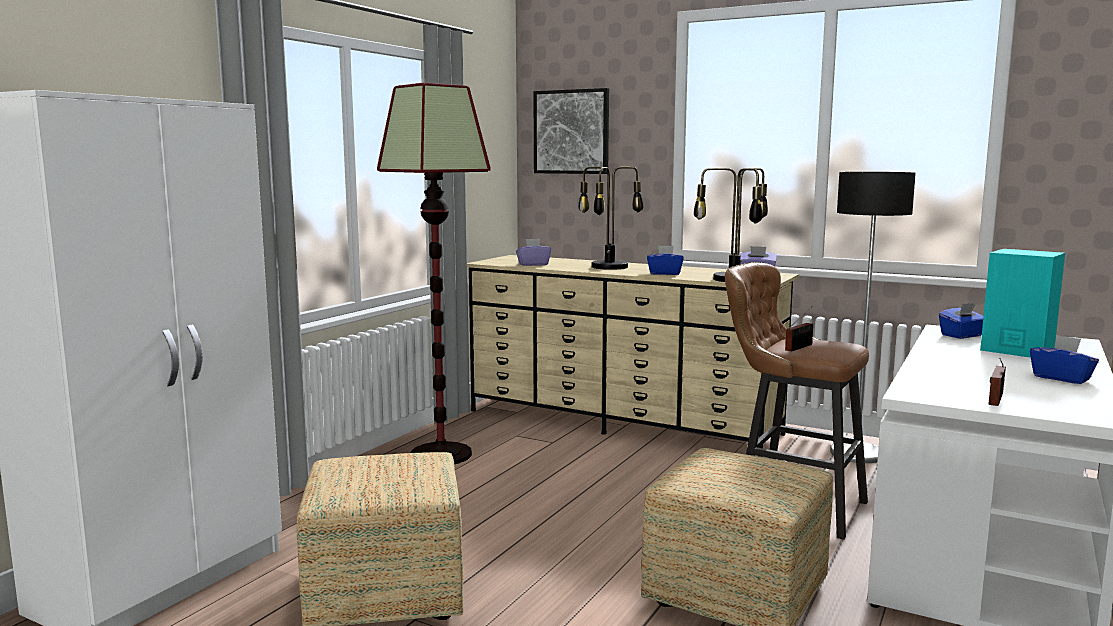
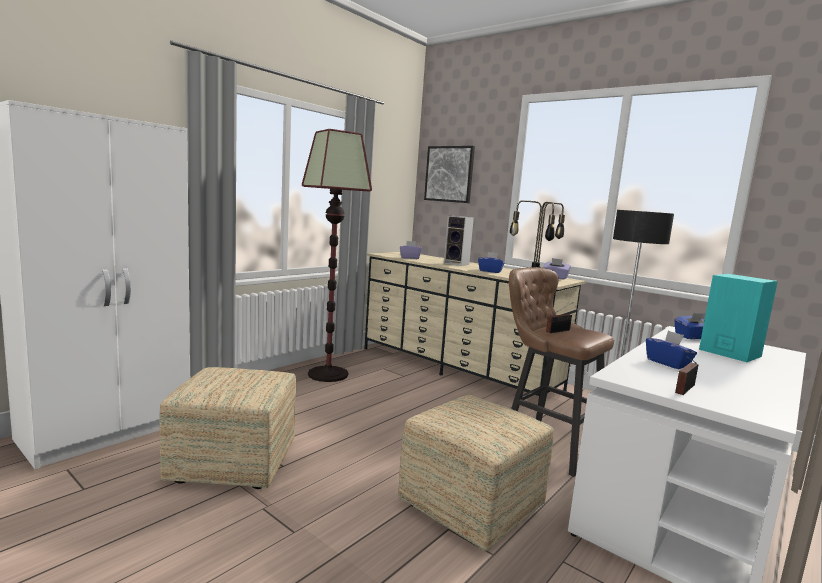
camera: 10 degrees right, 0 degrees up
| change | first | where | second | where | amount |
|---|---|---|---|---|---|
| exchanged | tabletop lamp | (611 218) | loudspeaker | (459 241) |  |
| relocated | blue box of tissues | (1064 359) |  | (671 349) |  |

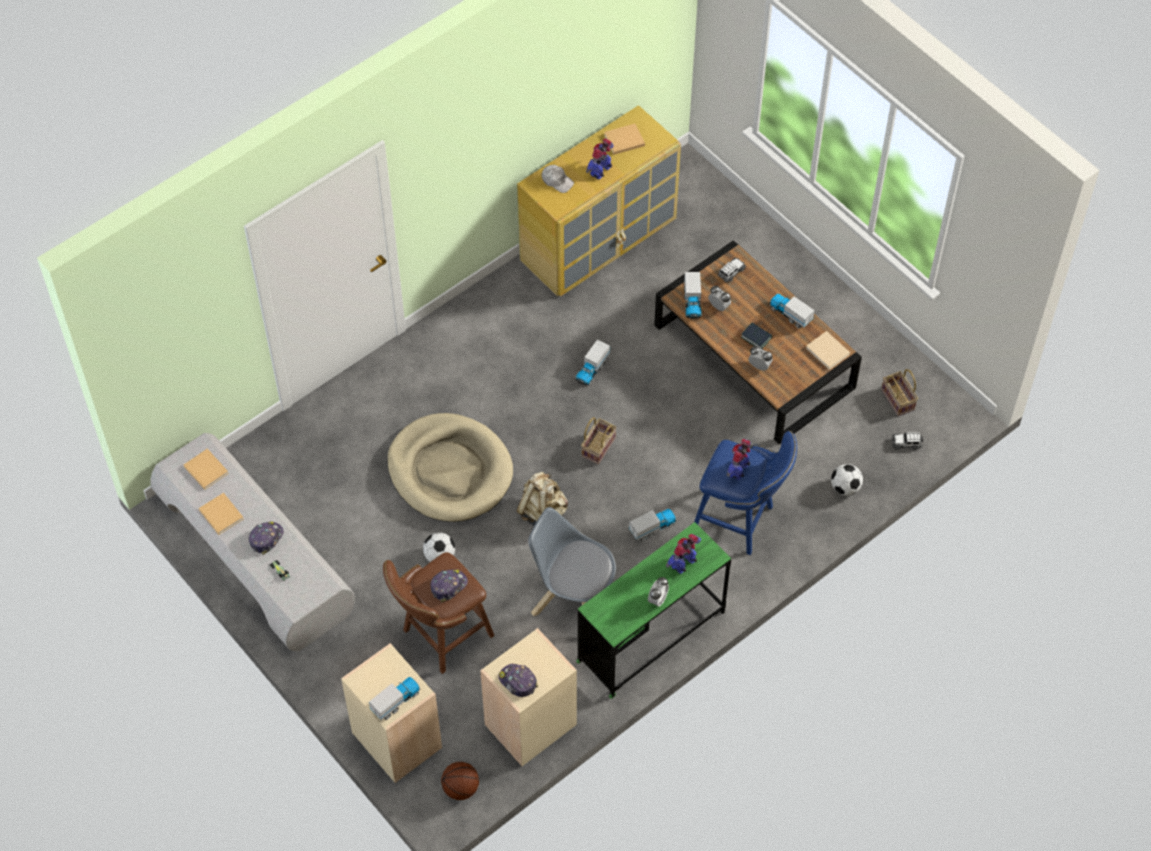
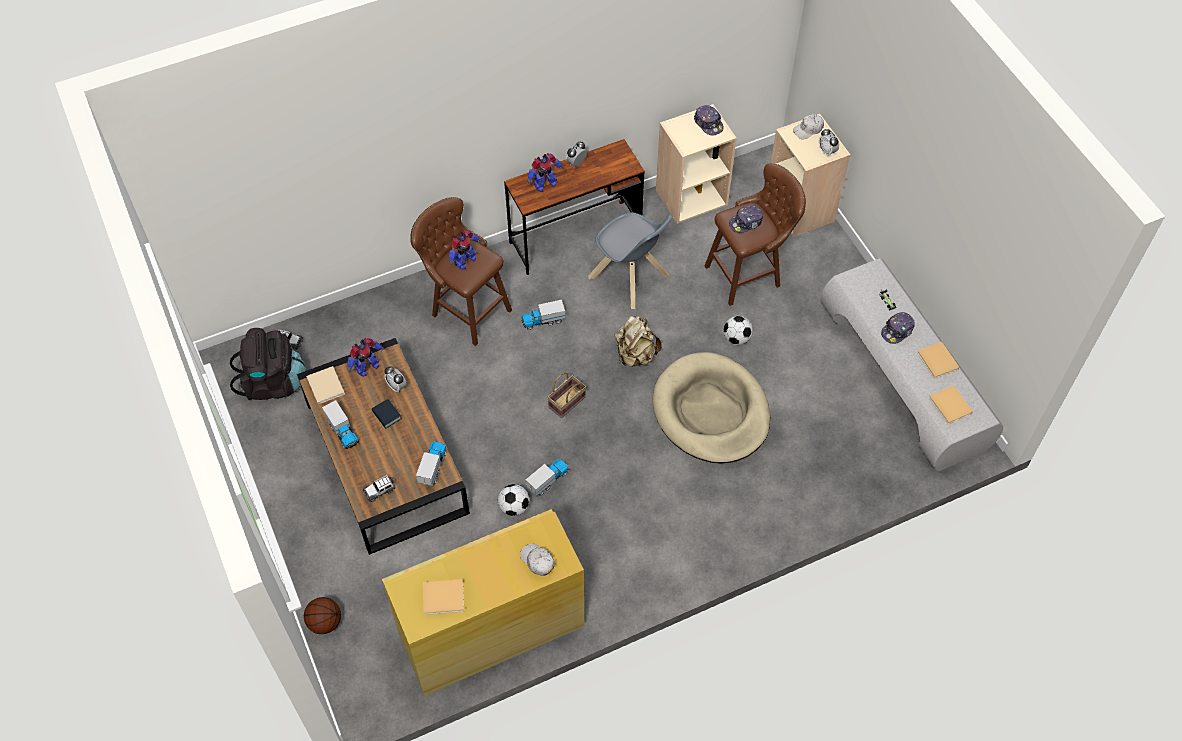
camera: 165 degrees left, 0 degrees up
| change | first | where | second | where | amount |
|---|---|---|---|---|---|
| exchanged | storage basket | (899 392) | black-coloured knapsack | (268 364) |  |
| relocated | ball for basketball | (460 781) |  | (322 615) |  |
| relocated | toy robot | (600 158) |  | (365 357) |  |
| colour | blue stool | (745 493) | brown-coloured stool | (461 271) |  |
| relocated | ball for football | (847 480) |  | (513 500) |  |
| colour | greenish desk table | (653 610) | brown-coloured desk table | (574 207) |  |
| exchanged | toy truck | (394 698) | white-coloured peaked cap | (808 127) |  |
| relocated | alarm clock | (719 298) |  | (828 143) |  |

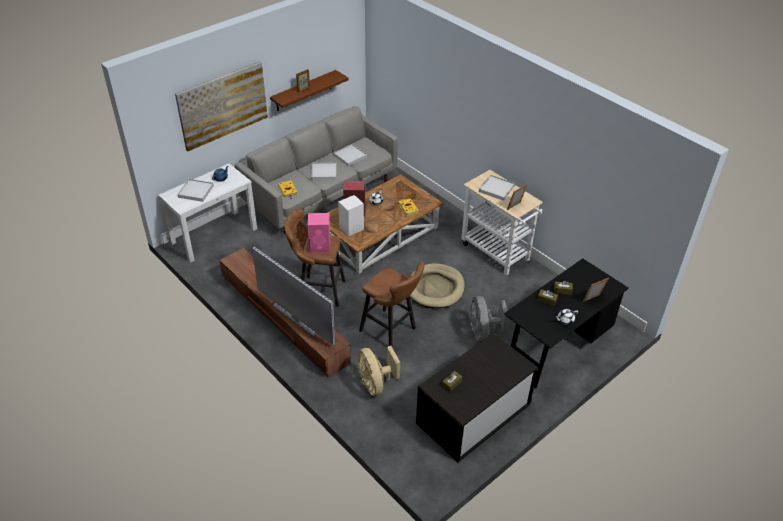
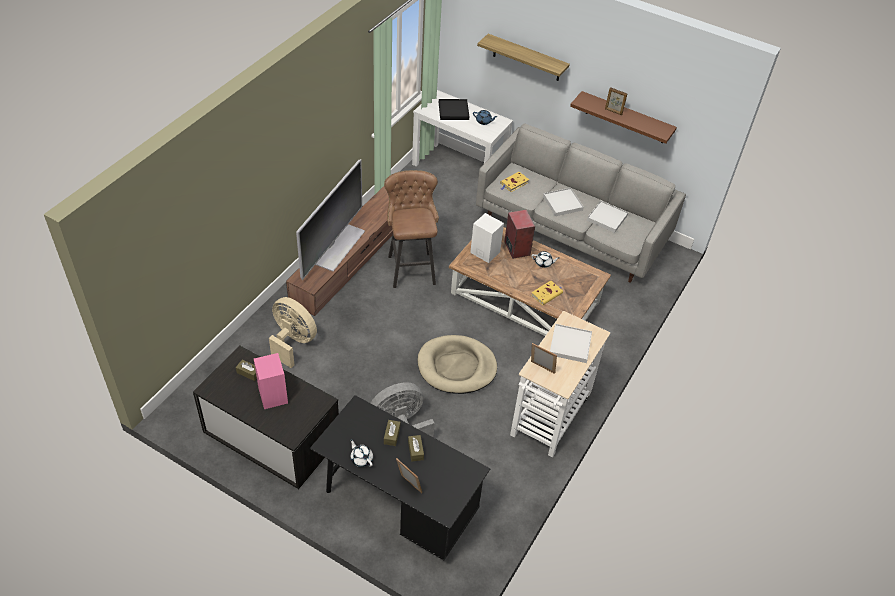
camera: 70 degrees right, 5 degrees up
| change | first | where | second | where | amount |
|---|---|---|---|---|---|
| relocated | pinkish loudspeaker | (319 233) |  | (271 381) |  |
| spun | sand-coloured electric fan | (379 371) |  | (293 332) | 75 degrees clockwise |
| colour | white-coloured carrying tray | (195 190) | black-coloured carrying tray | (454 109) |  |
| exchanged | wall art | (221 106) | wall shelf | (523 57) |  |
| missing | brown-coloured stool | (391 304) |  |  |  |

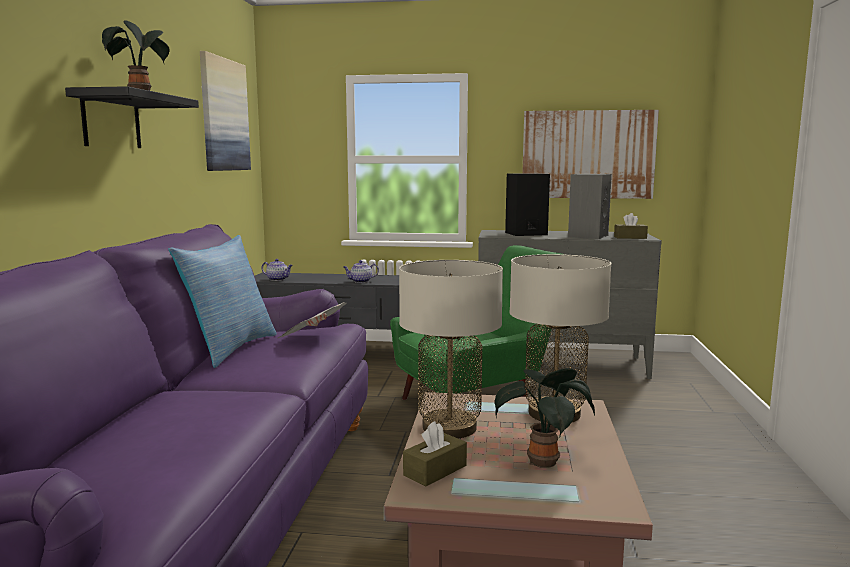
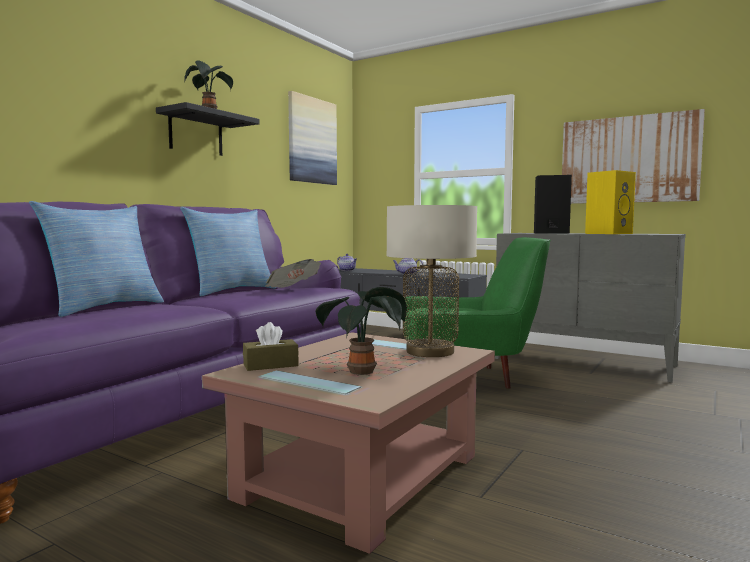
camera: 25 degrees right, 5 degrees down
| change | first | where | second | where | amount |
|---|---|---|---|---|---|
| appeared |  |  | pillow | (96 259) |  |
| colour | grey loudspeaker | (590 206) | yellow-coloured loudspeaker | (610 202) |  |
| missing | tabletop lamp | (451 349) |  |  |  |
| missing | brown-coloured box of tissues | (631 226) |  |  |  |

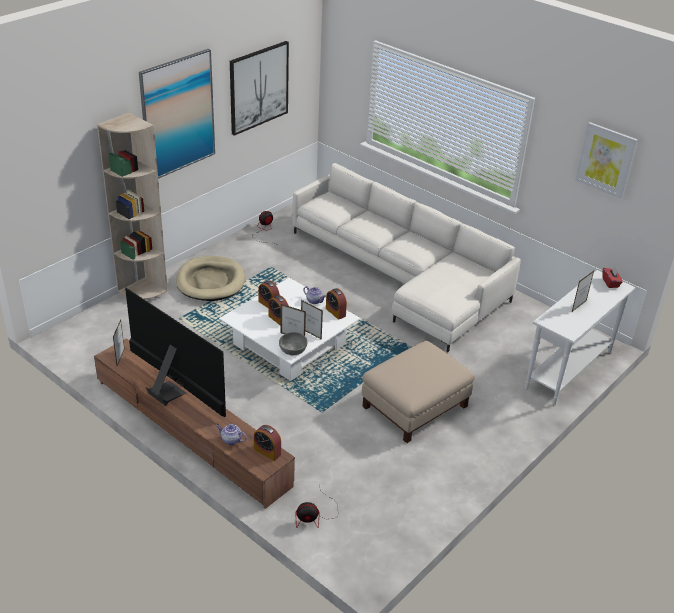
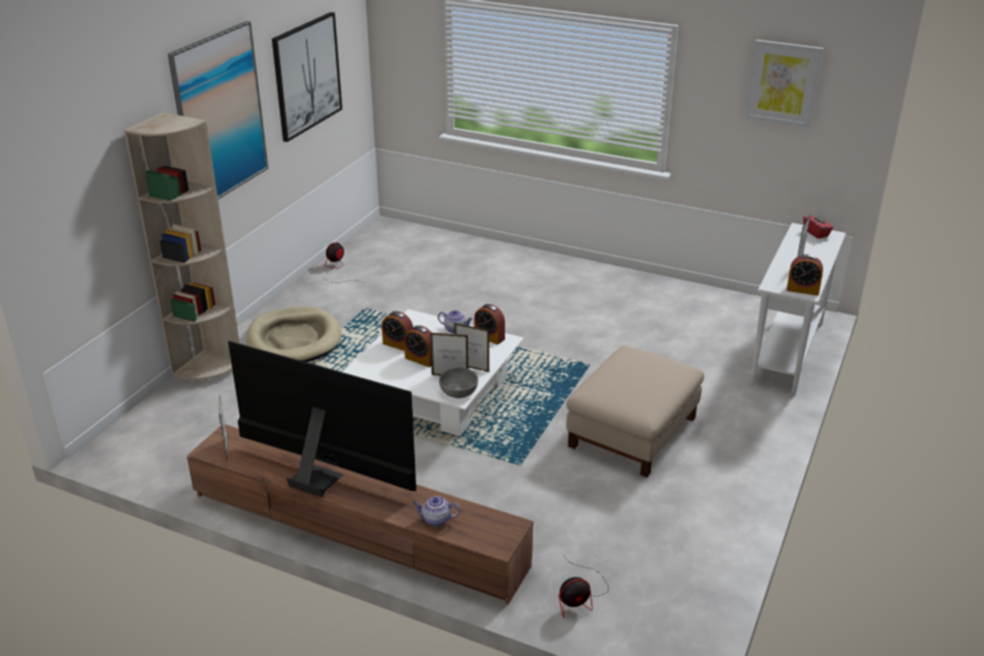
camera: 15 degrees left, 5 degrees down
| change | first | where | second | where | amount |
|---|---|---|---|---|---|
| relocated | alarm clock | (267 443) |  | (804 275) |  |
| missing | white-coloured couch | (406 257) |  |  |  |

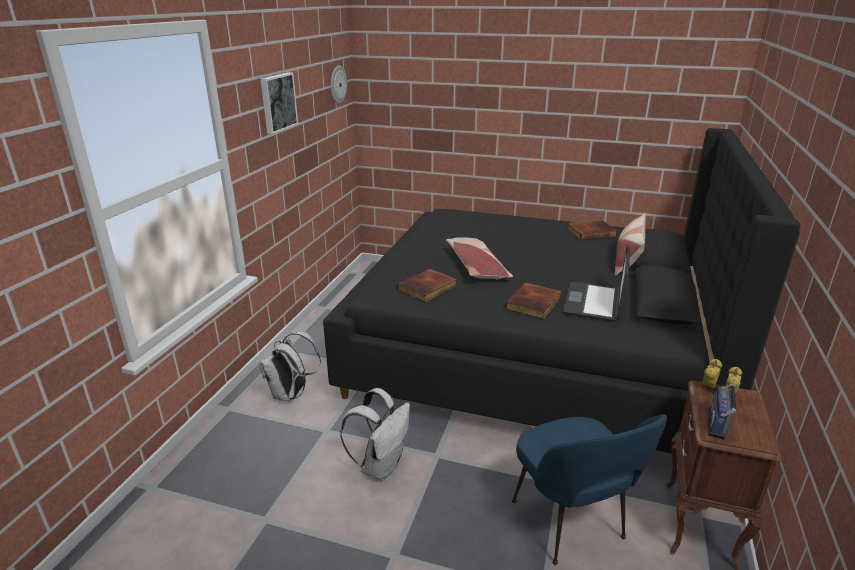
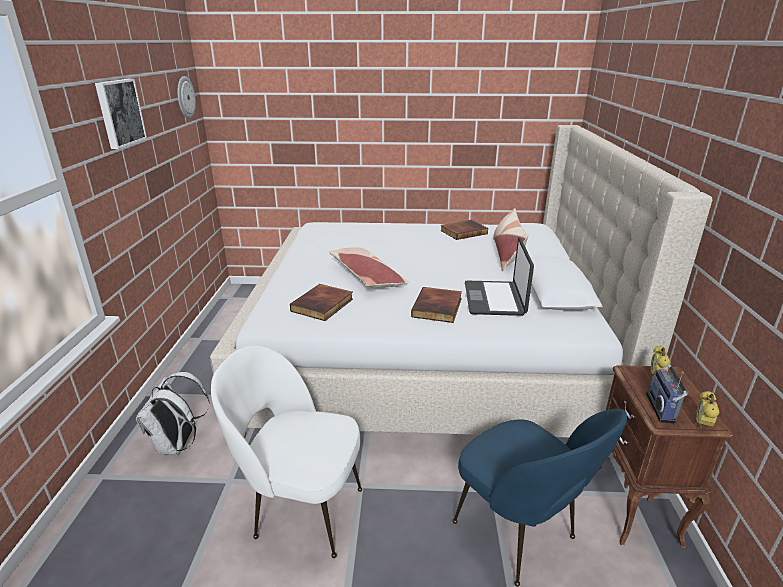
camera: 15 degrees left, 0 degrees up
| change | first | where | second | where | amount |
|---|---|---|---|---|---|
| colour | black-coloured sleeping bed | (562 290) | sand-coloured sleeping bed | (461 290) |  |
| exchanged | white-coloured knapsack | (375 434) | white-coloured plain chair | (286 452) |  |
| relocated | alarm clock | (712 374) |  | (708 410) |  |

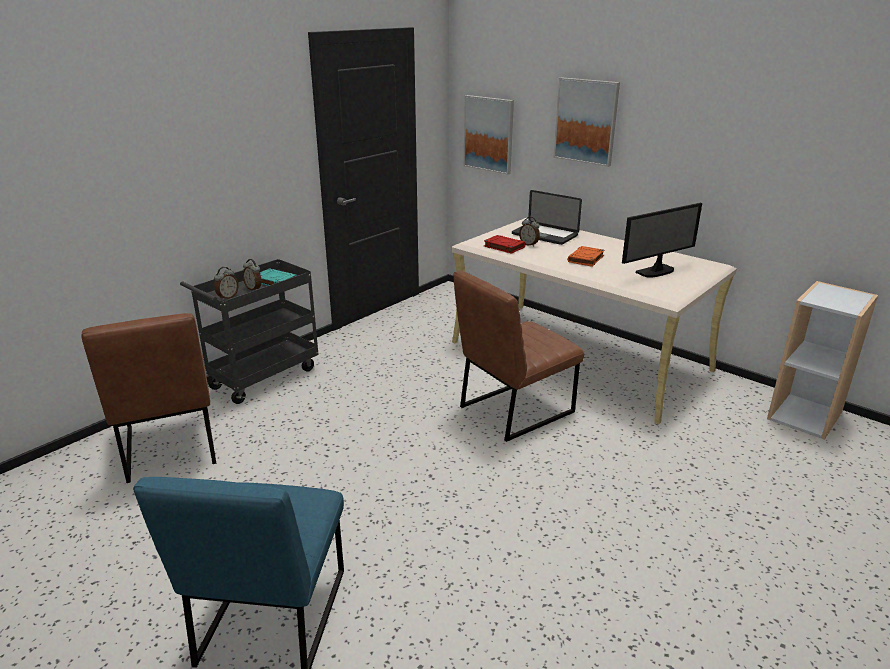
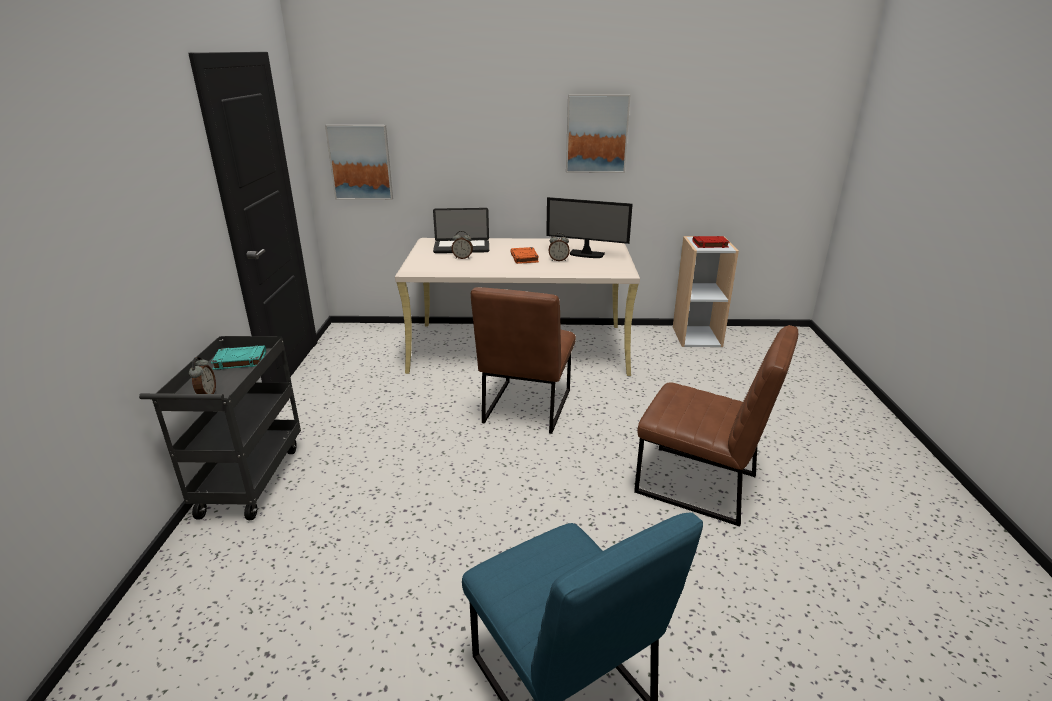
camera: 40 degrees left, 0 degrees up
| change | first | where | second | where | amount |
|---|---|---|---|---|---|
| spun | computer screen | (662 240) |  | (589 227) | 90 degrees clockwise |
| relocated | alarm clock | (252 274) |  | (559 247) |  |
| relocated | wall art | (586 122) |  | (598 133) |  |
| relocated | brown-coloured plain chair | (148 398) |  | (716 426) |  |
| relocated | reddish bound book | (505 244) |  | (711 242) |  |

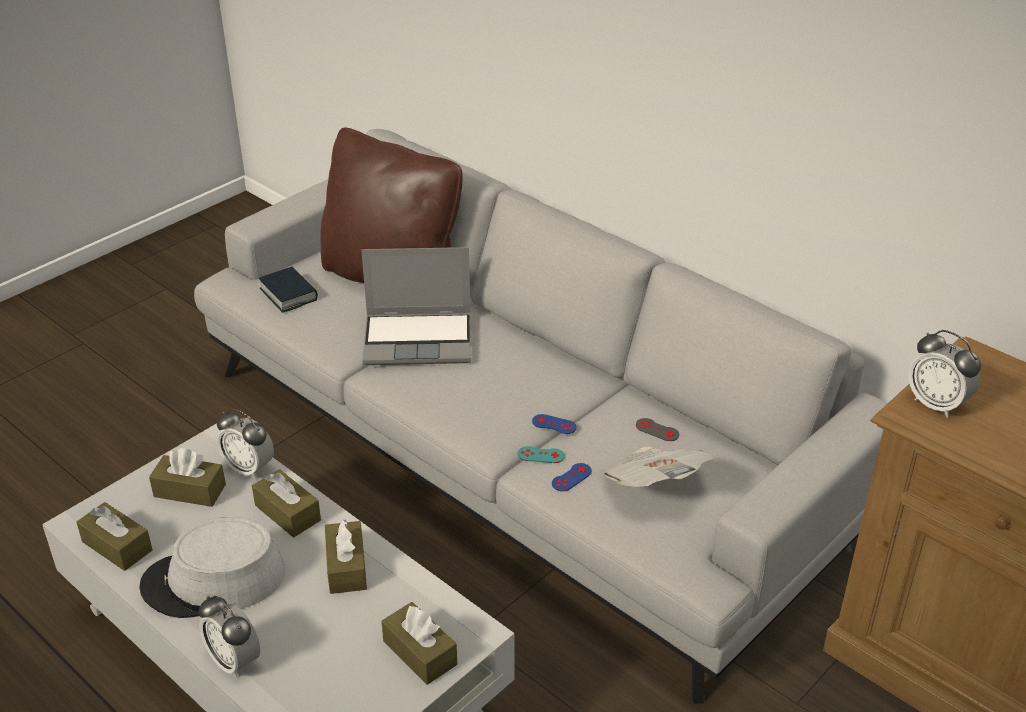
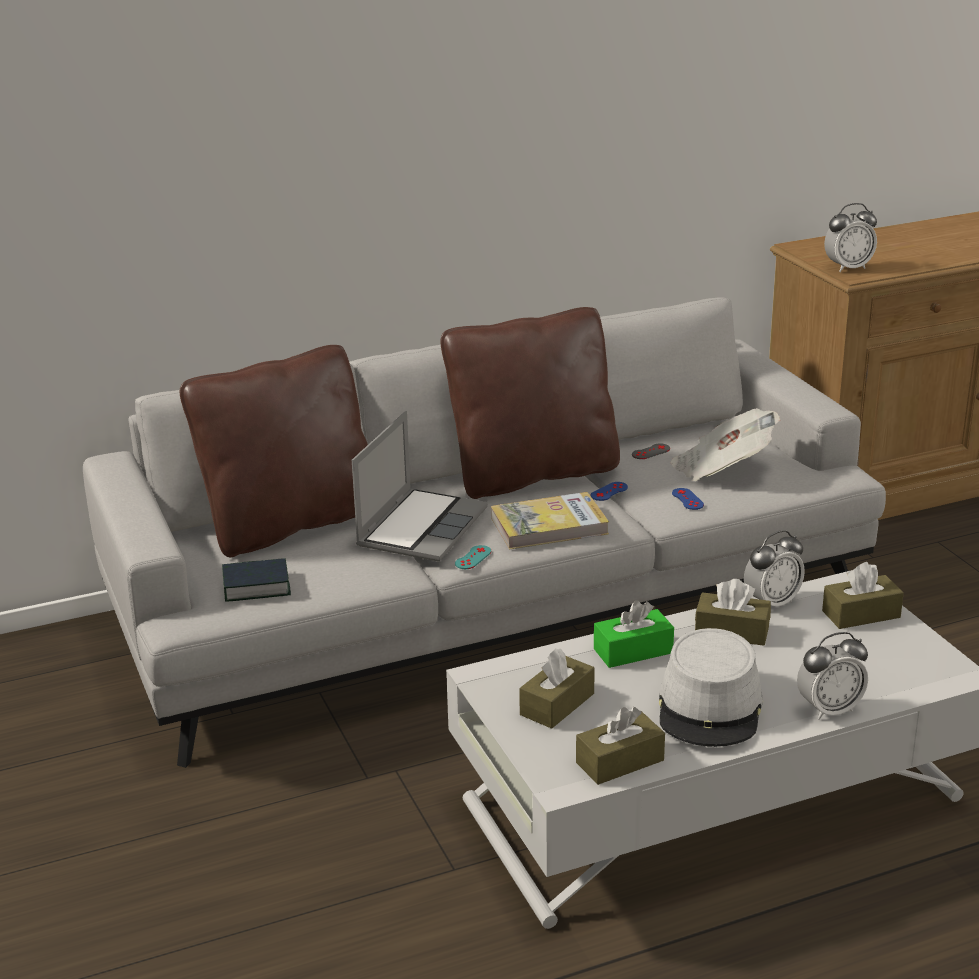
camera: 65 degrees left, 10 degrees down
| change | first | where | second | where | amount |
|---|---|---|---|---|---|
| appeared |  |  | brown-coloured pillow | (530 403) |  |
| relocated | turquoise gamepad | (541 454) |  | (473 557) |  |
| appeared |  |  | bound book | (550 520) |  |
| colour | brown-coloured box of tissues | (286 503) | greenish box of tissues | (634 634) |  |
| relocated | alarm clock | (245 444) |  | (774 568) |  |

